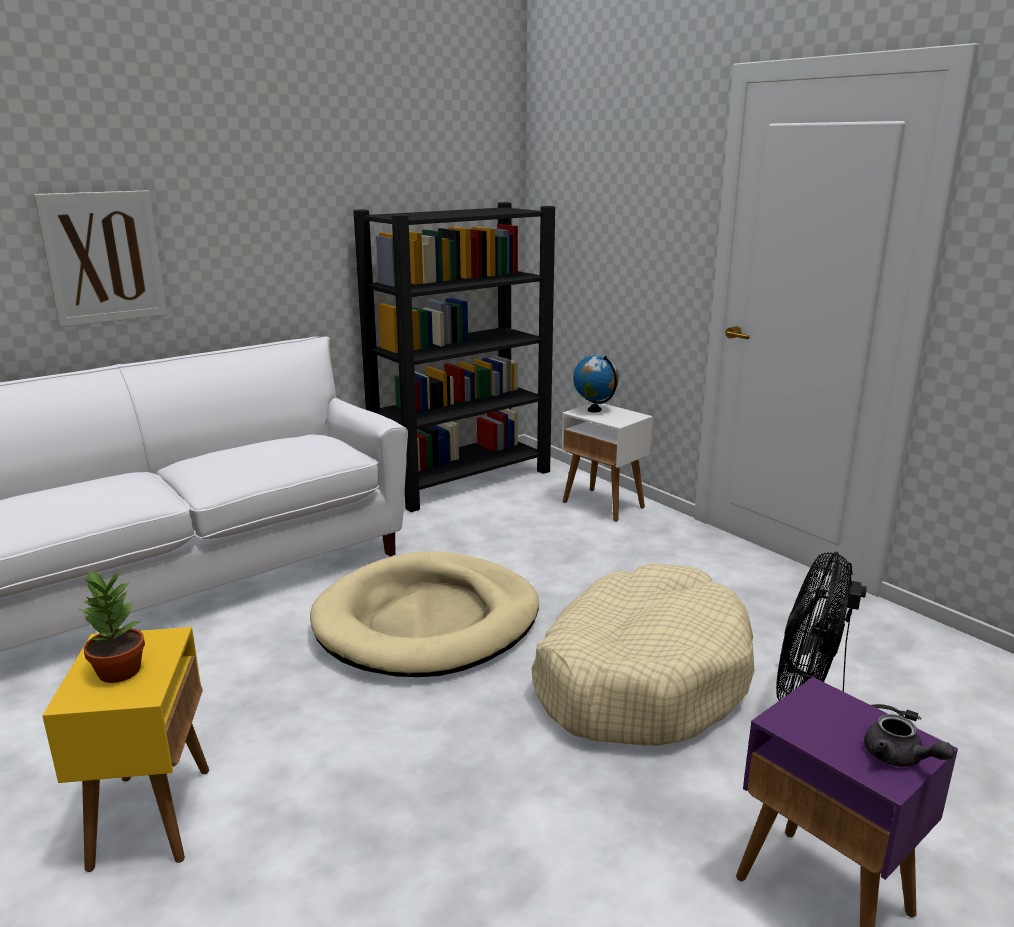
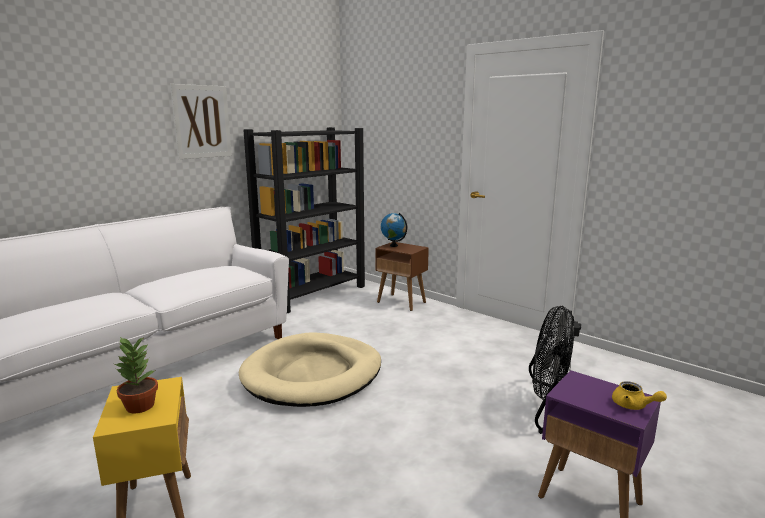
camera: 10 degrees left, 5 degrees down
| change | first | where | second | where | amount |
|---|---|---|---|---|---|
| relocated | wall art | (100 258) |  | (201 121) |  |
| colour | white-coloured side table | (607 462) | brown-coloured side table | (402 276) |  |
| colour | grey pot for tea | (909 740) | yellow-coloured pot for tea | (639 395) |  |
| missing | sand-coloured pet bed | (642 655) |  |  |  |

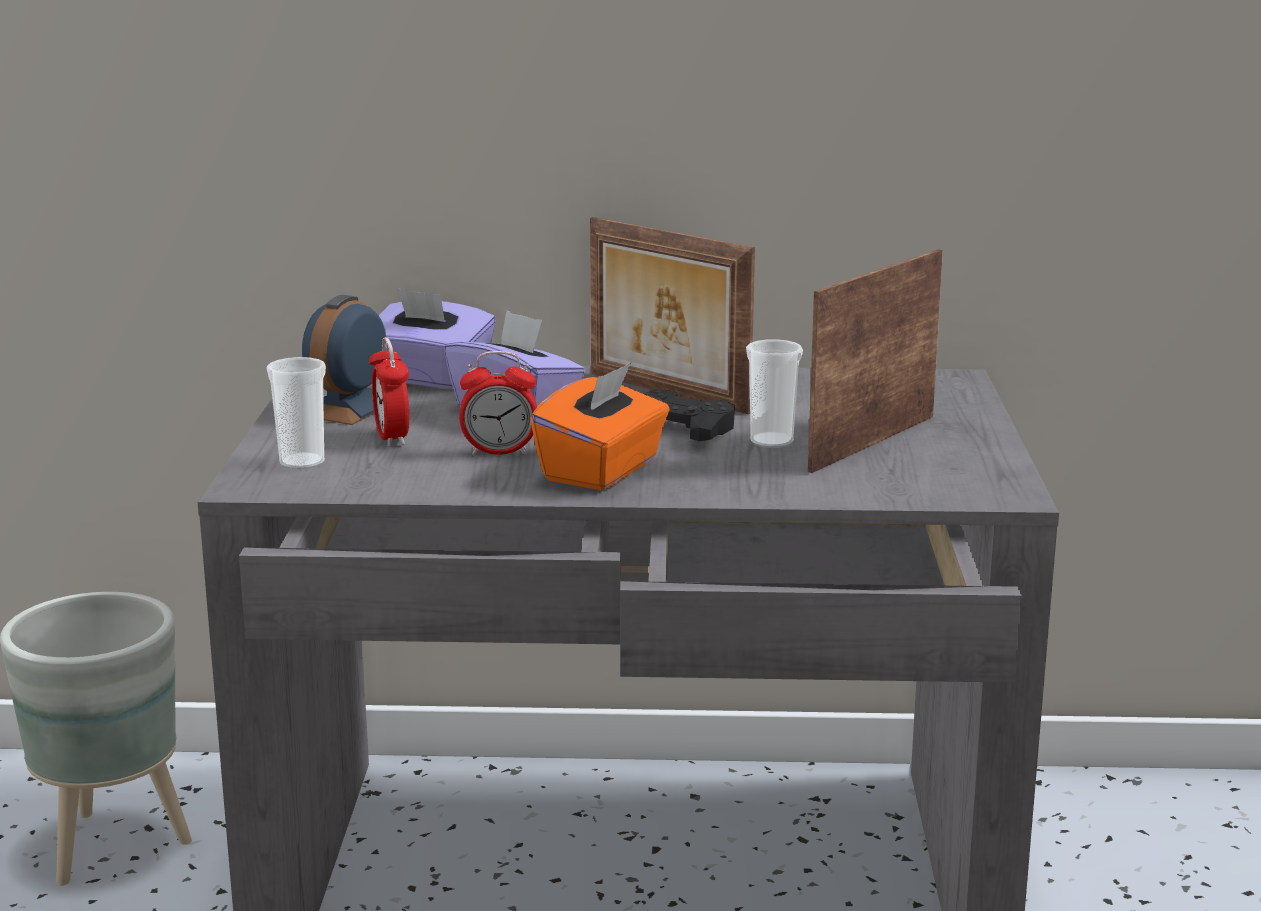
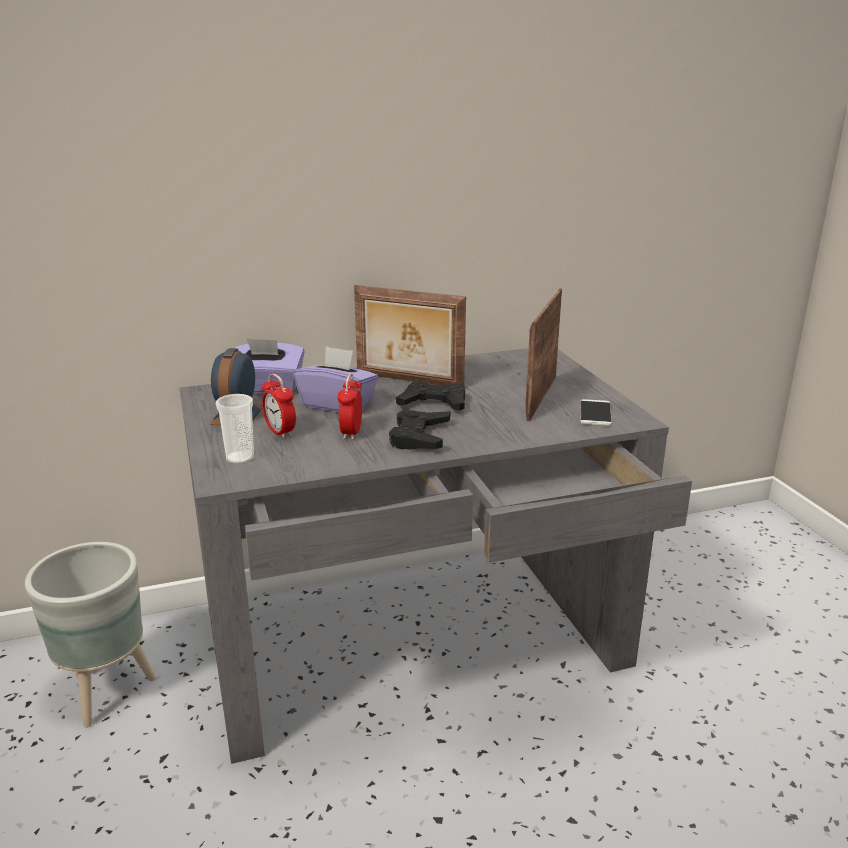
camera: 20 degrees left, 5 degrees up
| change | first | where | second | where | amount |
|---|---|---|---|---|---|
| spun | alarm clock | (498 403) |  | (349 406) | 120 degrees clockwise |
| exchanged | orange box of tissues | (600 426) | black-coloured gamepad | (419 430) |  |
| appeared |  |  | handset | (596 412) |  |
| missing | cup | (774 393) |  |  |  |

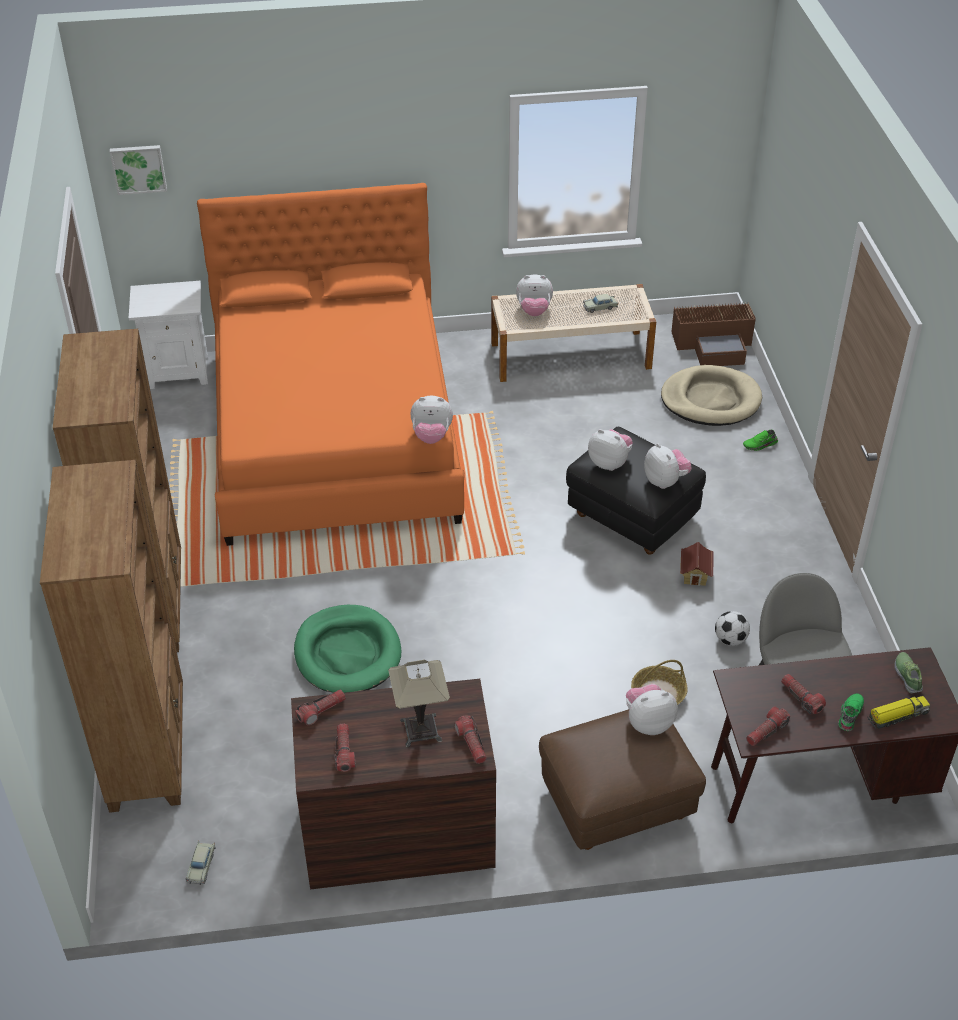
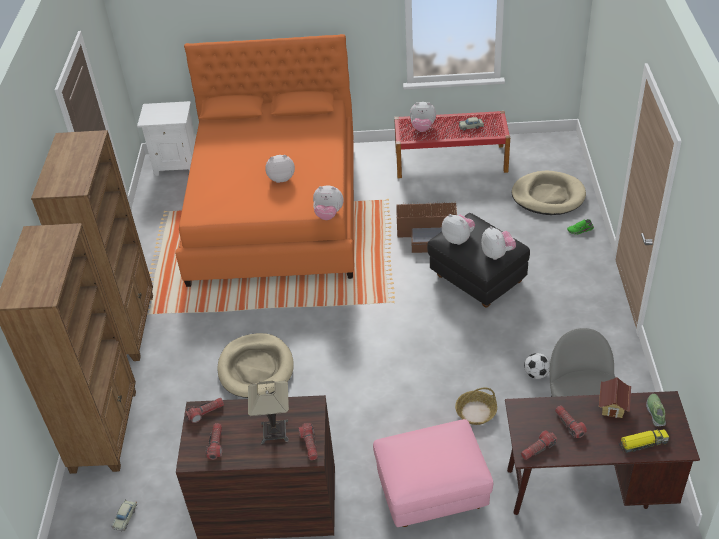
camera: 10 degrees right, 0 degrees up
| change | first | where | second | where | amount |
|---|---|---|---|---|---|
| colour | greenish pet bed | (347 649) | sand-coloured pet bed | (255 365) |  |
| relocated | soft toy | (652 709) |  | (280 169) |  |
| colour | brown-coloured ottoman | (622 779) | pinkish ottoman | (433 473) |  |
| colour | sand-coloured long seat | (573 333) | reddish long seat | (452 144) |  |
| relocated | brown-coloured storage box | (713 334) |  | (427 227) |  |
| relocated | model house | (697 564) |  | (615 397) |  |
| missing | wall art | (138 170) |  |  |  |
| missing | greenish low shoe | (851 712) |  |  |  |

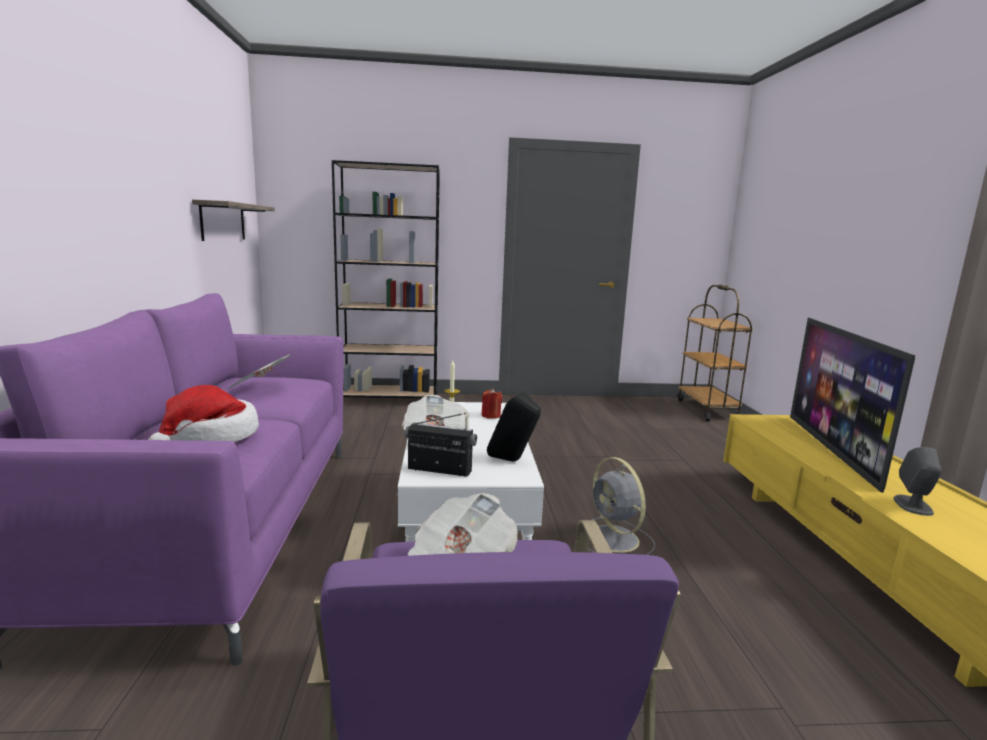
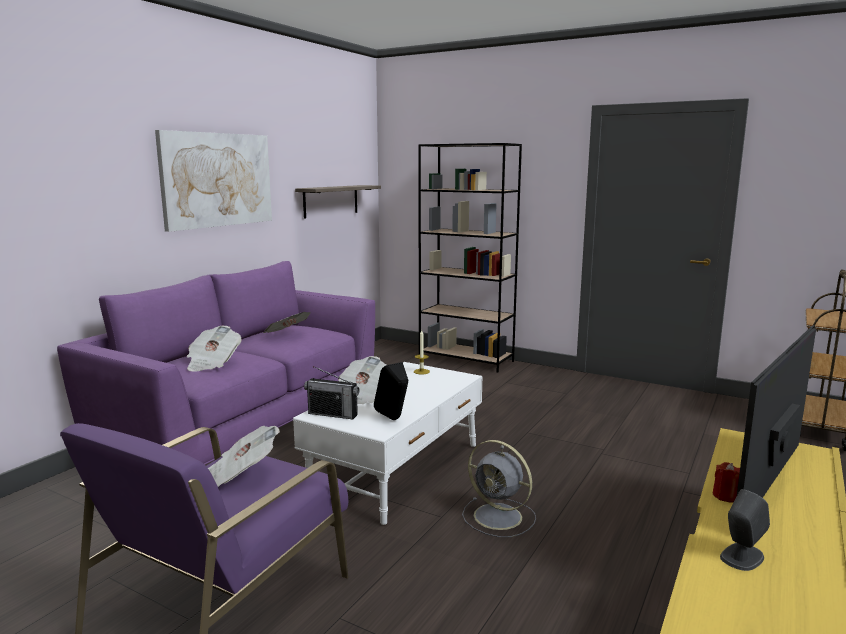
camera: 35 degrees right, 0 degrees up
| change | first | where | second | where | amount |
|---|---|---|---|---|---|
| appeared |  |  | wall art | (213 181) |  |
| exchanged | wearable hat | (203 413) | newspaper | (214 349) |  |
| spun | radio | (441 445) |  | (332 392) | 150 degrees clockwise |
| spun | grey electric fan | (621 506) |  | (499 488) | 60 degrees counterclockwise |
| relocated | reddish candle | (492 403) |  | (726 482) |  |

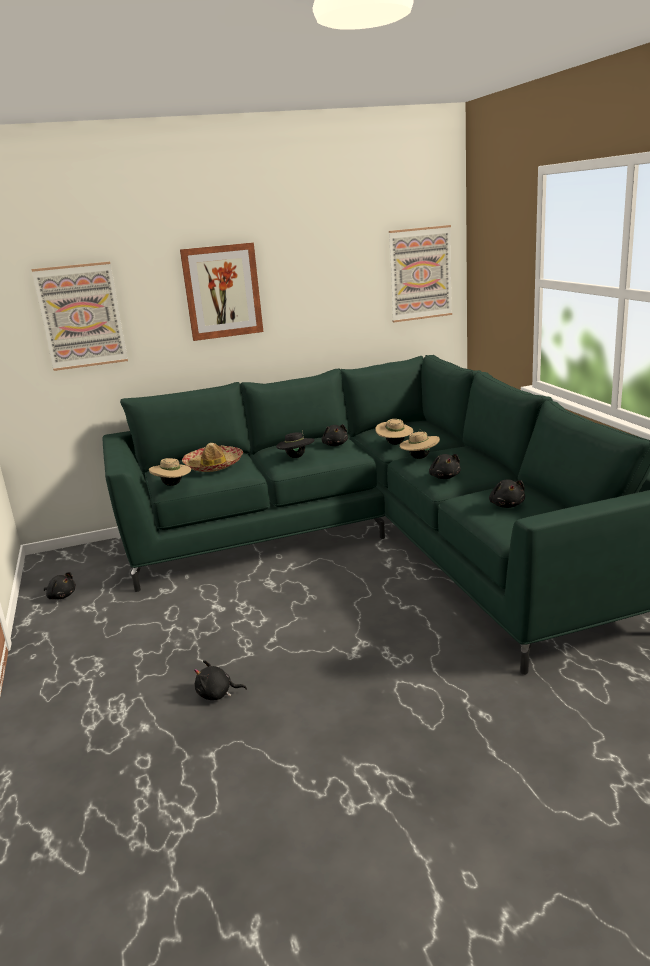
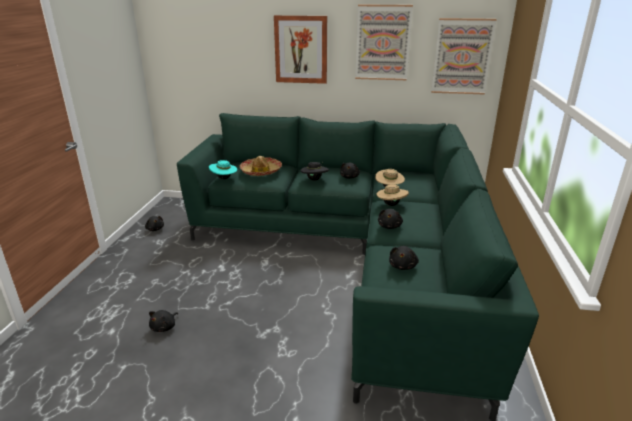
camera: 25 degrees right, 5 degrees up
| change | first | where | second | where | amount |
|---|---|---|---|---|---|
| spun | black-coloured soft toy | (220 680) |  | (163 321) | 90 degrees counterclockwise |
| colour | sand-coloured wearable hat | (170 472) | turquoise wearable hat | (223 169) |  |
| relocated | wall art | (80 316) |  | (384 42) |  |

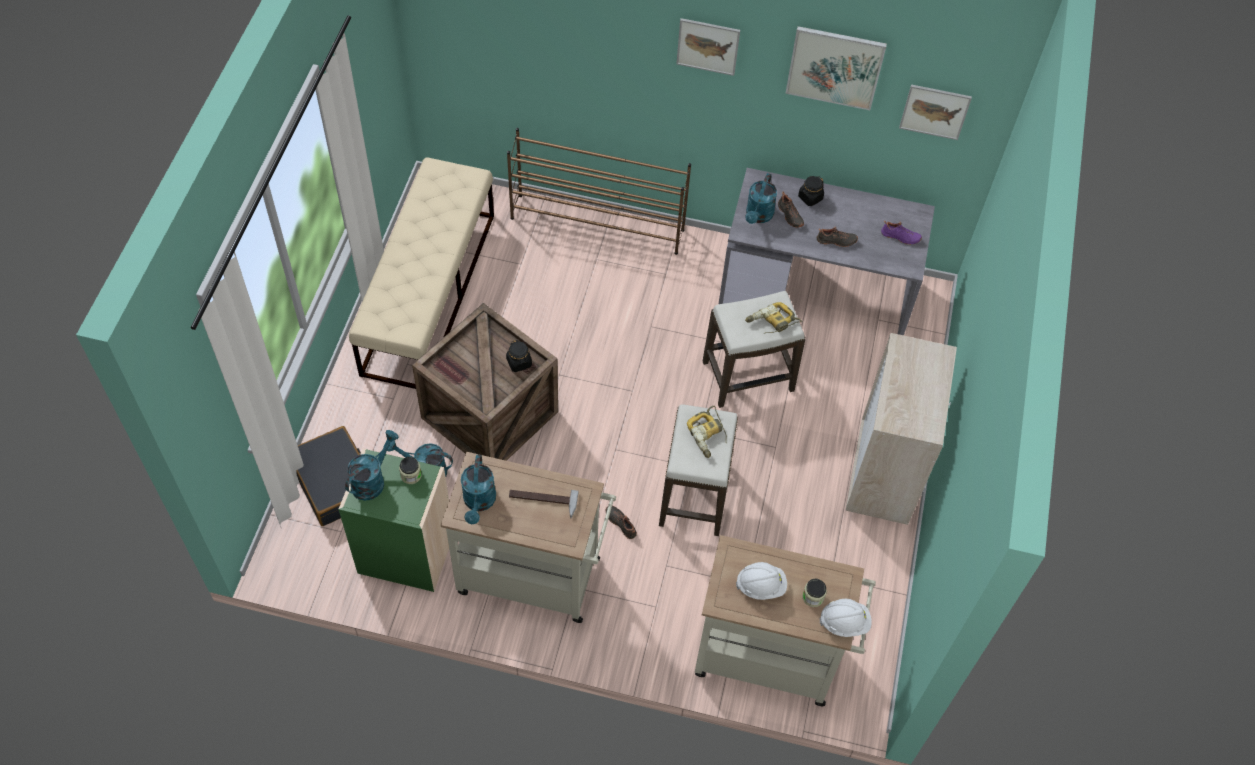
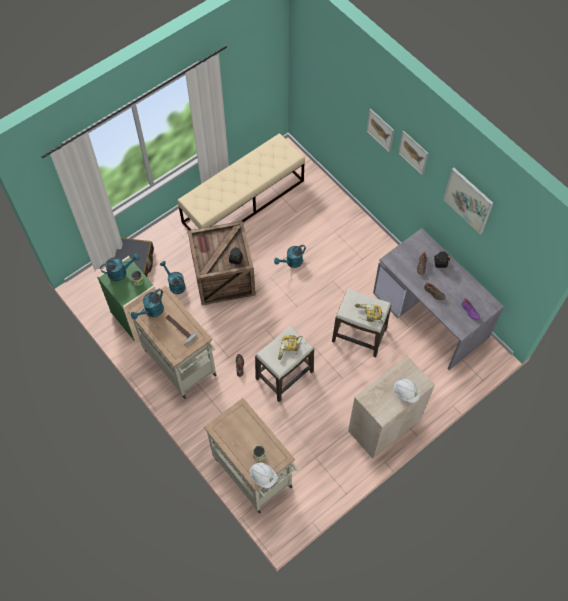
camera: 40 degrees right, 5 degrees up
| change | first | where | second | where | amount |
|---|---|---|---|---|---|
| relocated | turquoise watering can | (761 198) |  | (290 256) |  |
| relocated | wall art | (935 112) |  | (380 130) |  |
| relocated | white-coloured safety helmet | (761 581) |  | (407 391) |  |
| missing | brown-coloured shoe rack | (599 191) |  |  |  |

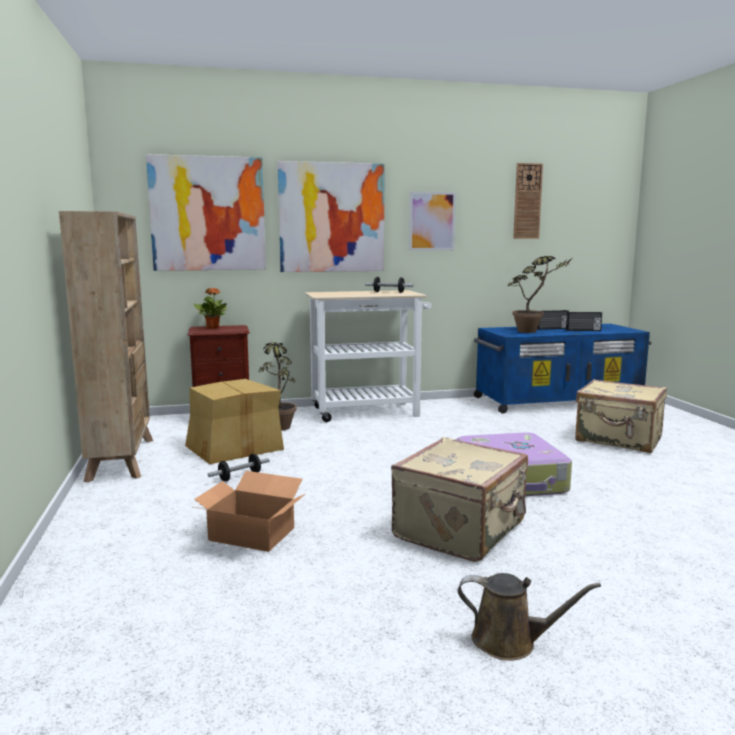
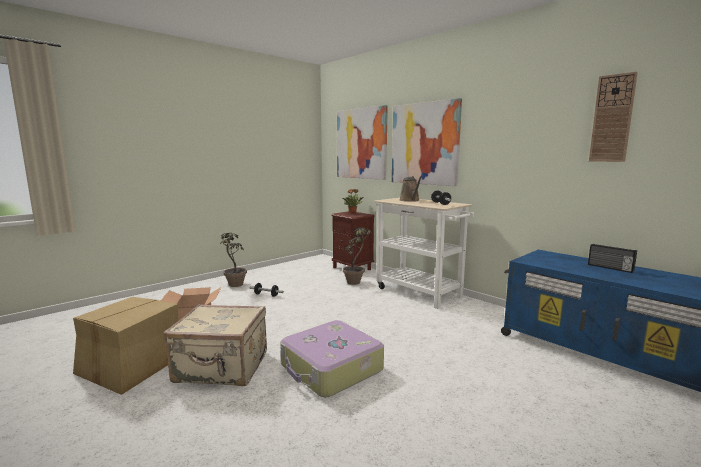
camera: 60 degrees right, 0 degrees up
| change | first | where | second | where | amount |
|---|---|---|---|---|---|
| relocated | packing box | (234 421) |  | (125 346) |  |
| relocated | potted plant | (539 294) |  | (233 260) |  |
| relocated | brown-coloured watering can | (529 617) |  | (410 188) |  |
| missing | sand-coloured shelving unit | (106 347) |  |  |  |
| missing | wall art | (432 221) |  |  |  |
| missing | radio | (584 321) |  |  |  |
| missing | sand-coloured travel case | (621 416) |  |  |  |

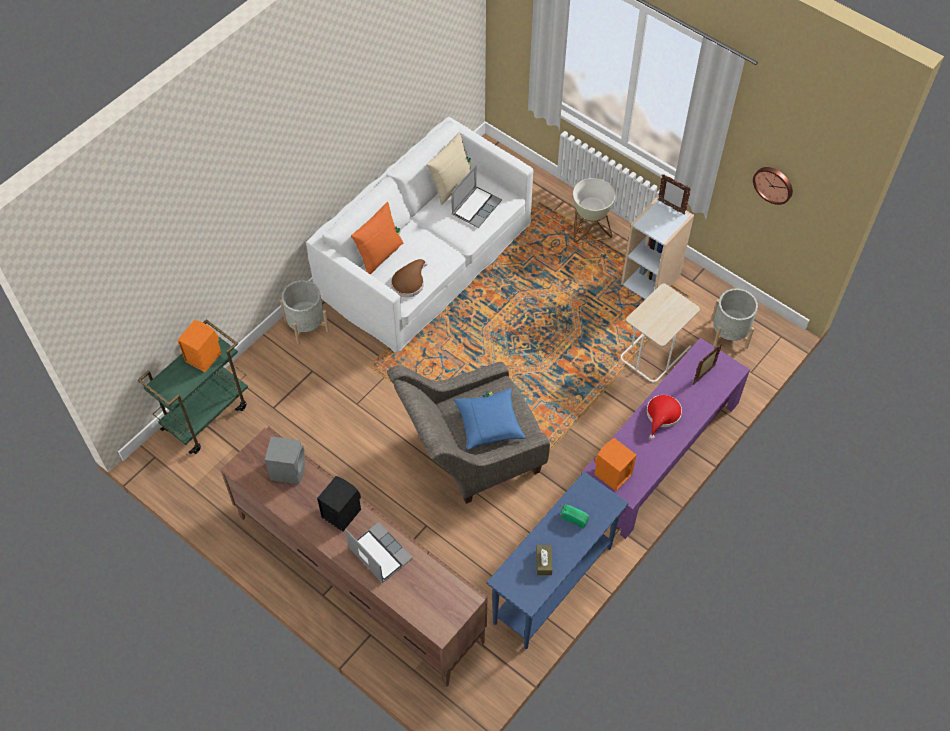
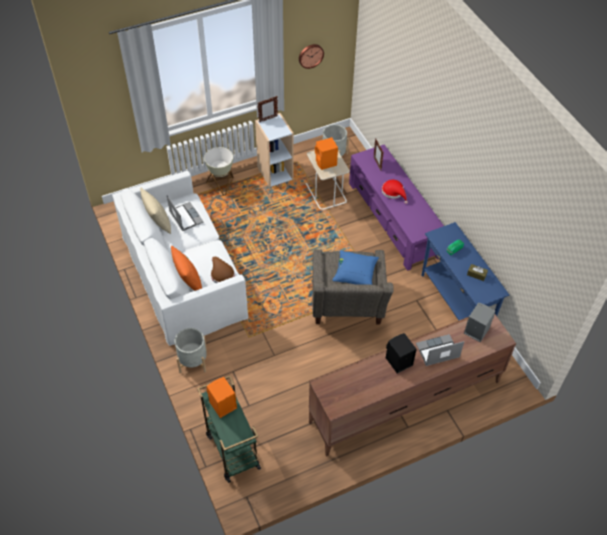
camera: 65 degrees left, 5 degrees down
| change | first | where | second | where | amount |
|---|---|---|---|---|---|
| relocated | orange loudspeaker | (615 464) |  | (326 153) |  |
| relocated | grey loudspeaker | (285 460) |  | (479 322) |  |

